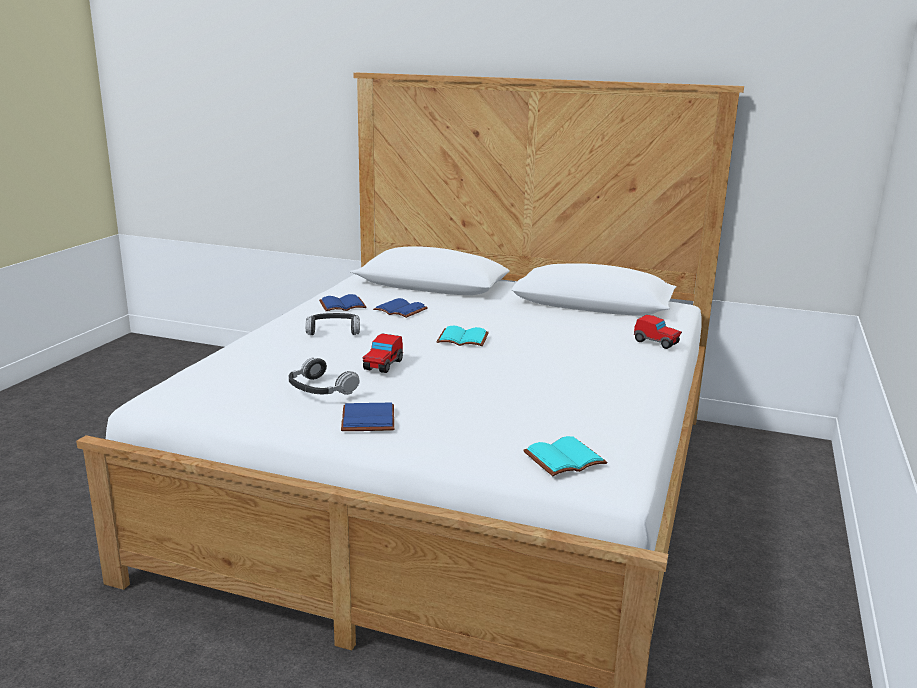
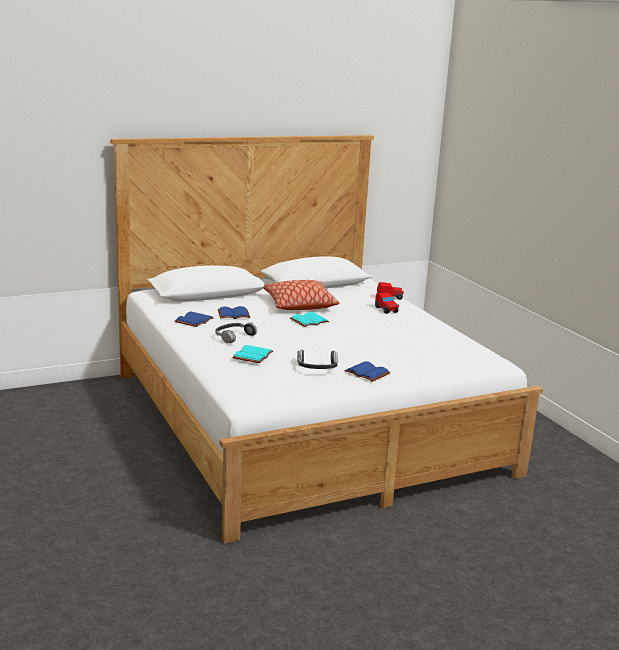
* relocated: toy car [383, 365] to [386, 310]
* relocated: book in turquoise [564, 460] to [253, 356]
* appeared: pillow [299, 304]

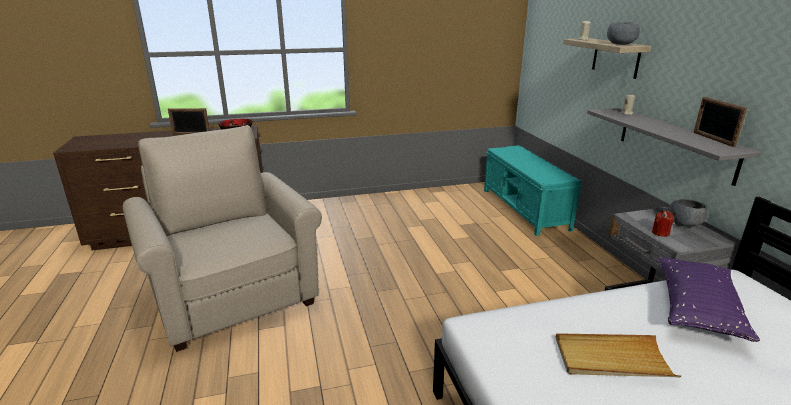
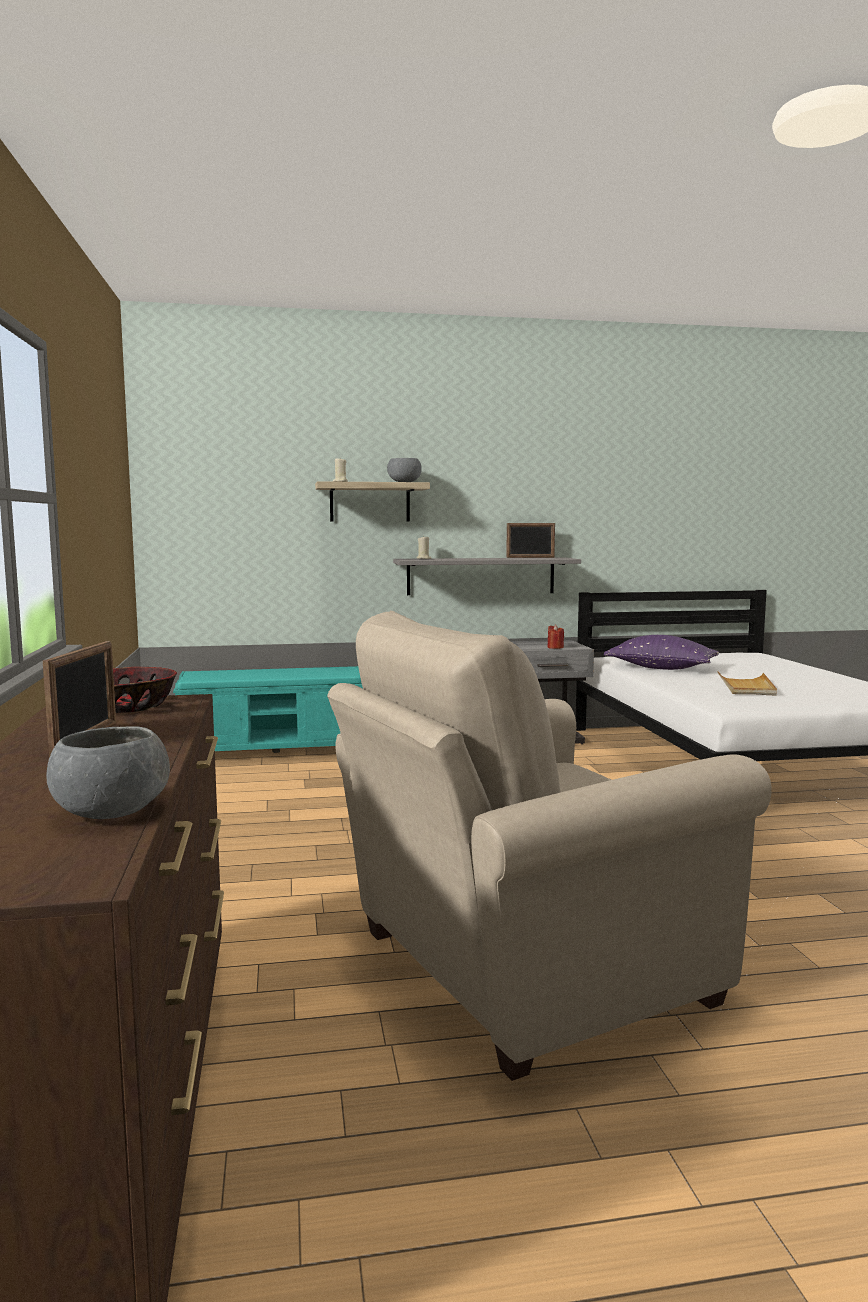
* relocated: bowl in grey [683, 224] to [111, 812]

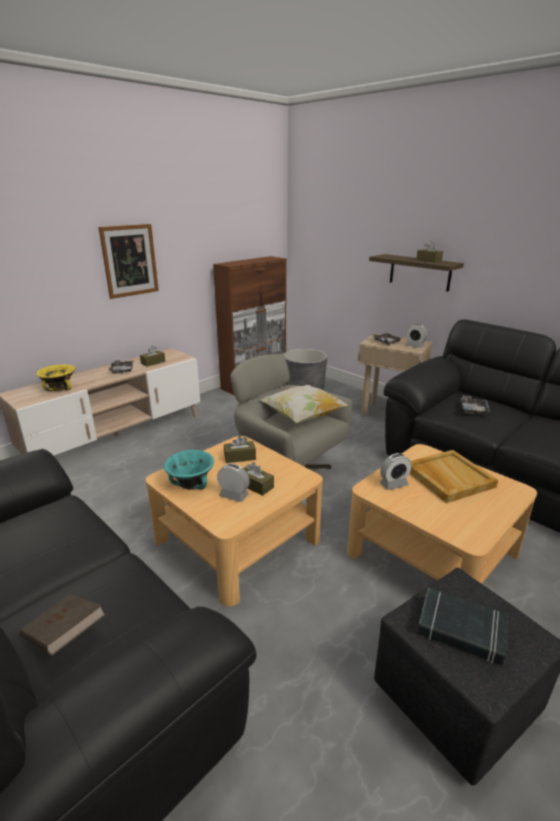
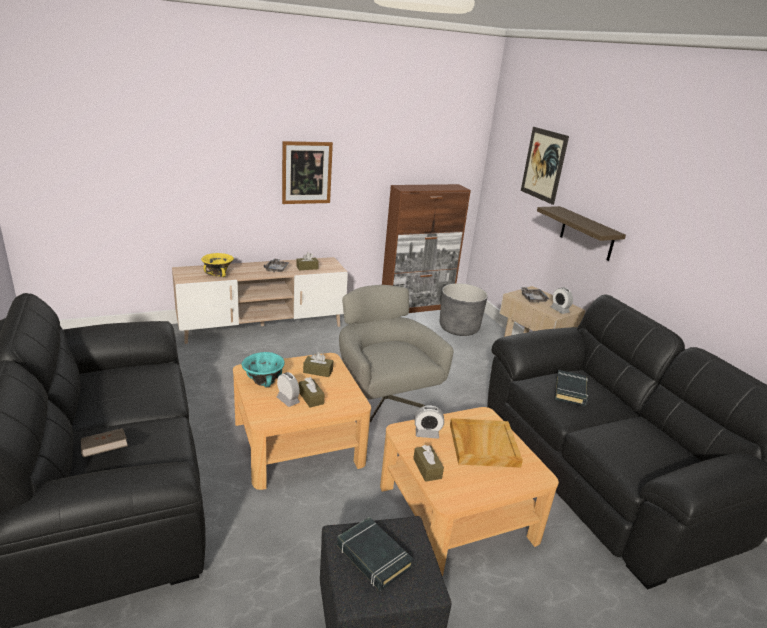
* relocated: tissue box in brown [428, 260] to [427, 468]
* missing: pillow [302, 417]
* exchanged: tray in grey [473, 410] to book in black [570, 391]
* appeared: picture [543, 165]

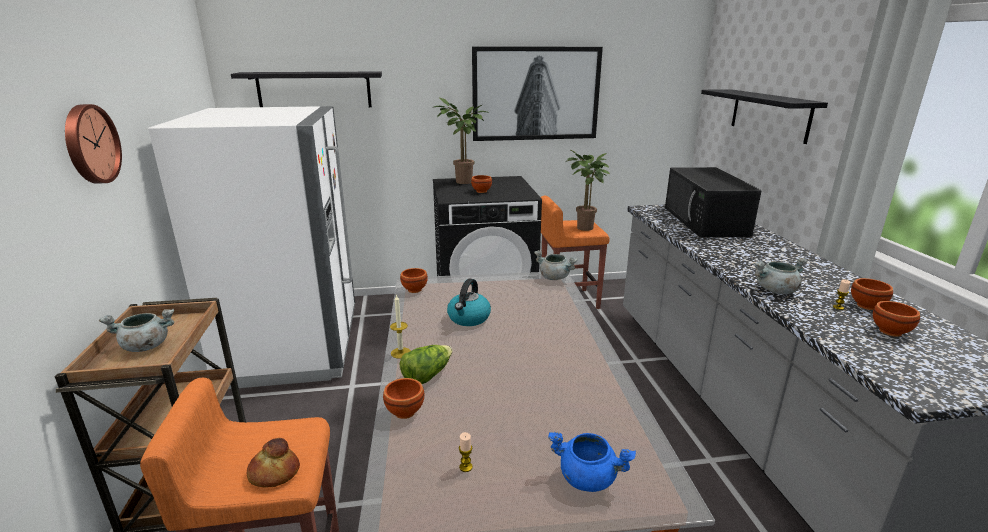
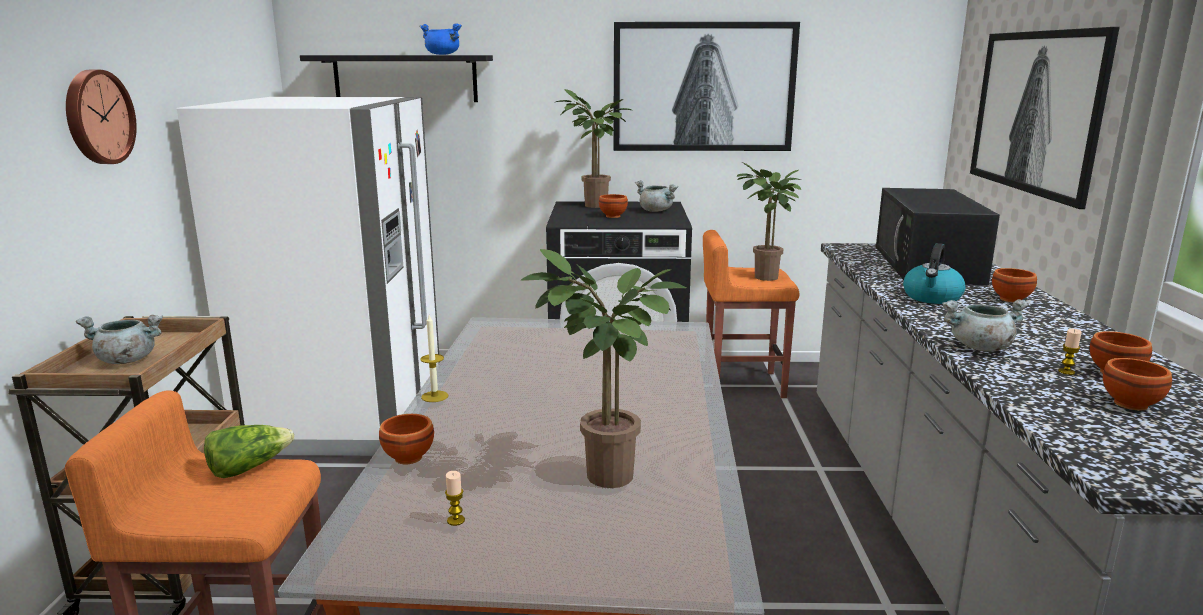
* exchanged: shelf in black [769, 114] to picture [1035, 112]
* relocated: cooking pot in grey [555, 277] to [656, 211]
* relocated: bowl in brown [415, 289] to [1011, 299]
* relocated: kettle [469, 318] to [932, 297]
* relocated: lettuce [427, 375] to [249, 468]
* relocated: cooking pot in blue [588, 478] to [443, 54]
* missing: bread [274, 473]
* appeared: potted plant [605, 479]

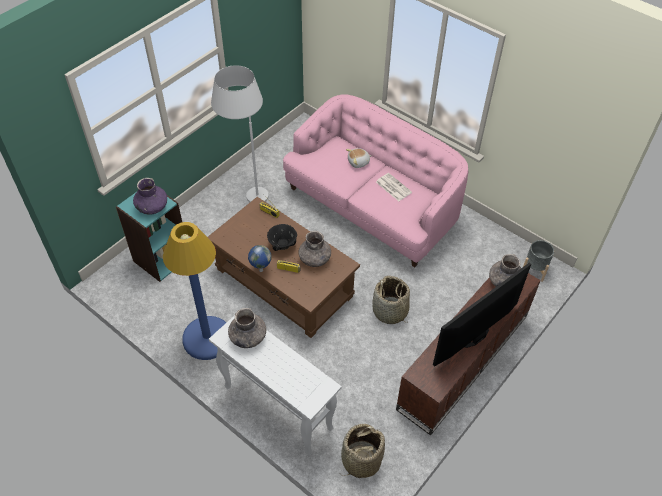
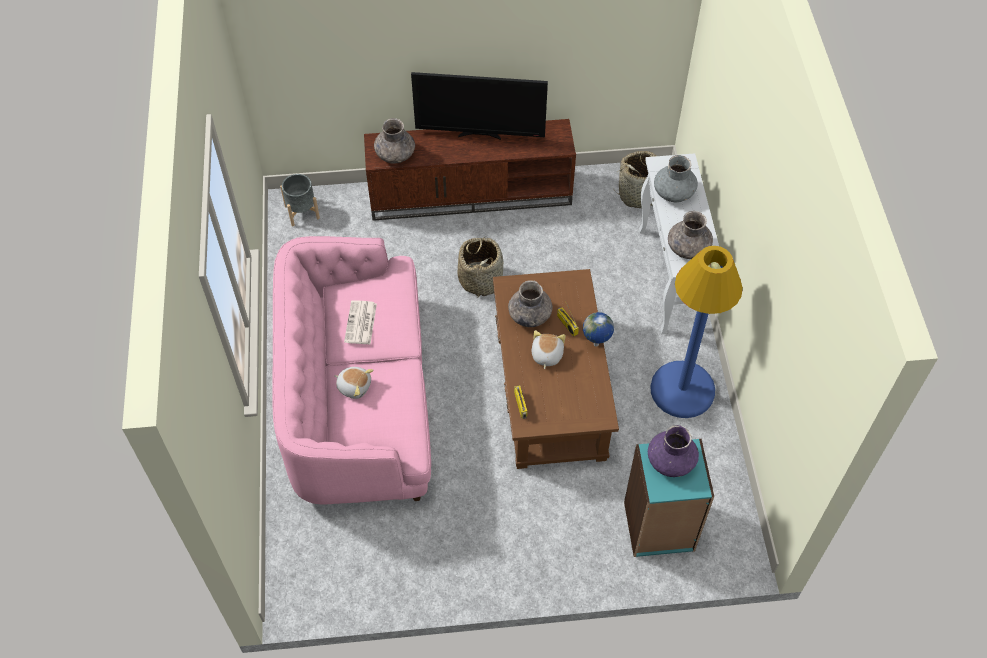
* missing: floor lamp in white [247, 191]
* exchanged: bowl in black [282, 245] to plush toy [546, 355]
* appeared: vase in grey [673, 192]

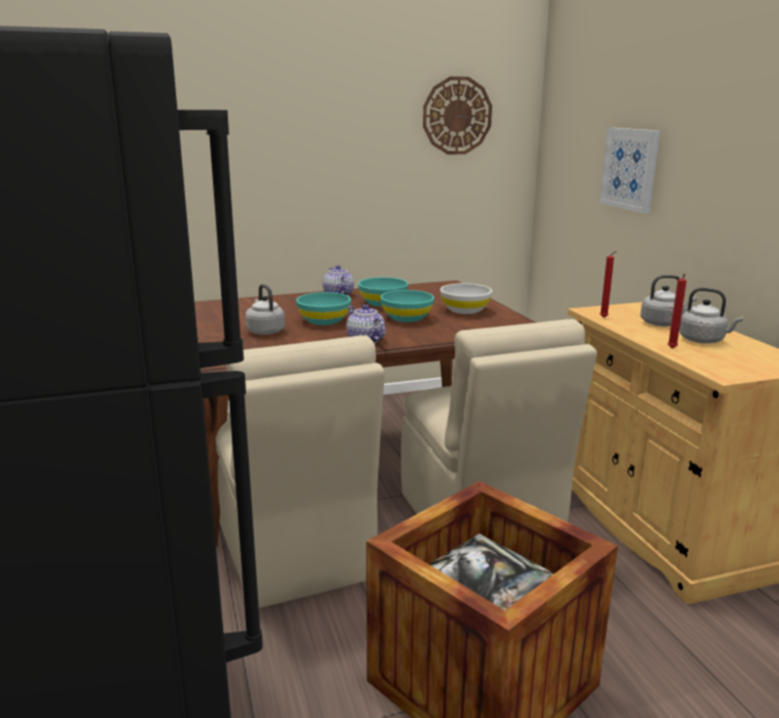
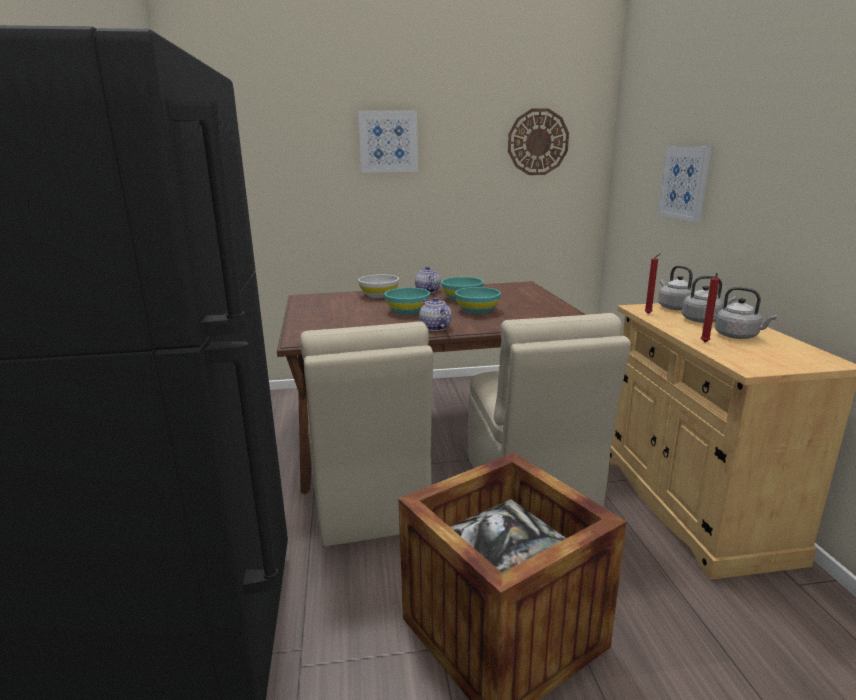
* relocated: bowl in white [465, 310] to [379, 295]
* relocated: kettle in grey [265, 331] to [674, 307]
* appeared: picture [388, 141]

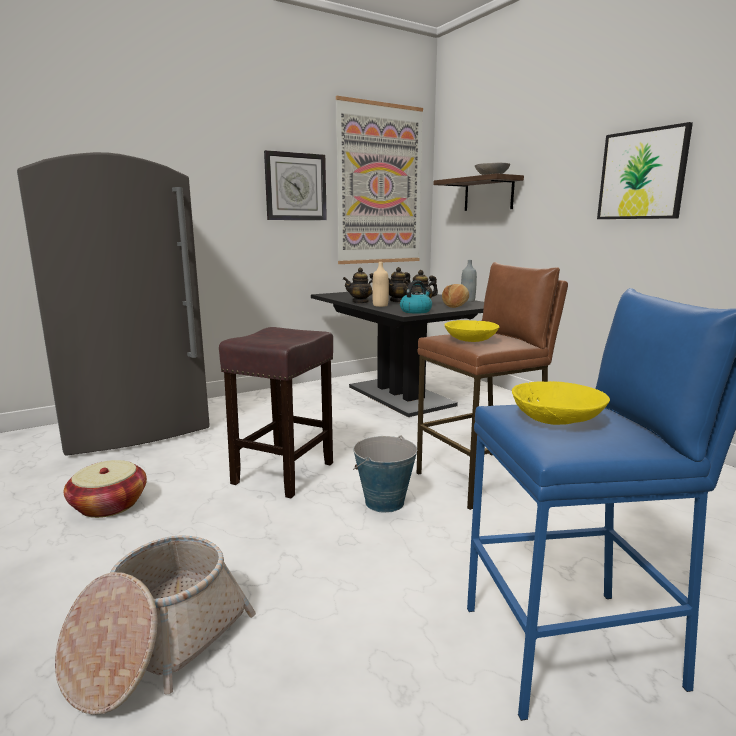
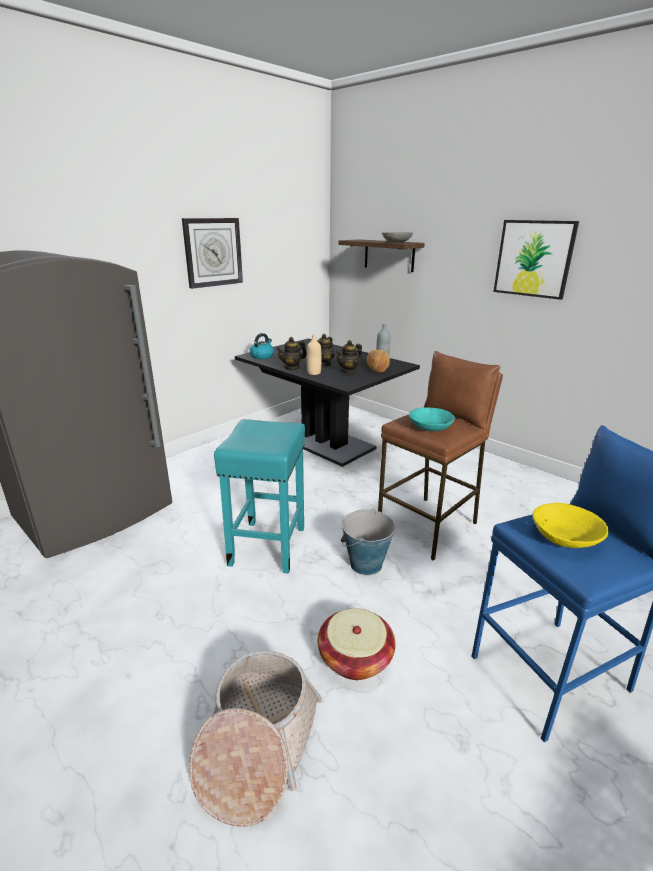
* missing: picture [380, 185]
* relocated: kettle [416, 311] to [262, 356]
* colour: bowl in yellow [470, 340] to bowl in turquoise [430, 428]
* colour: stool in brown [284, 472] to stool in turquoise [268, 545]
* relocated: basket [109, 505] to [355, 657]

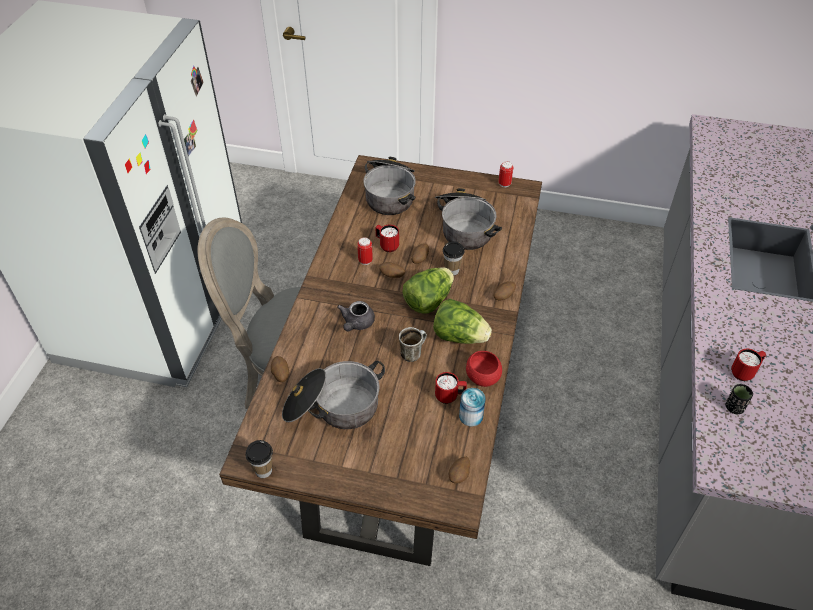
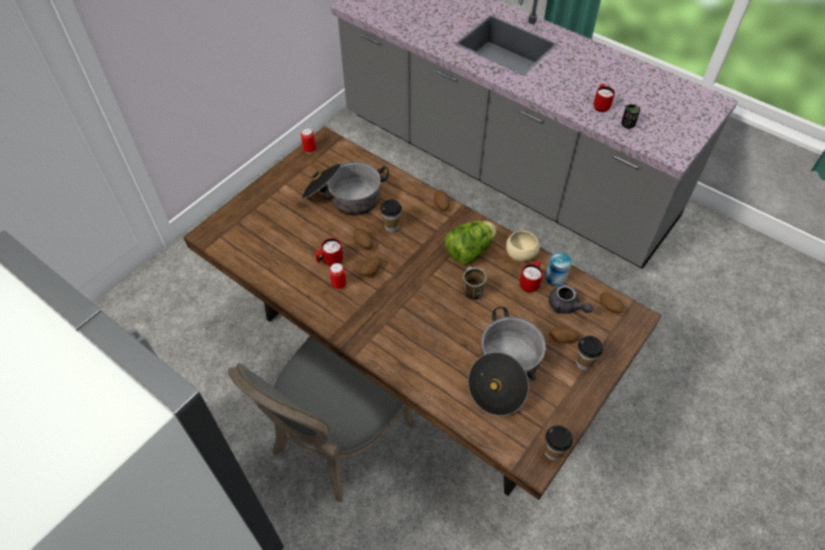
* missing: cooking pot [390, 194]
* missing: lettuce [428, 301]
* relocated: teapot in grey [356, 323] to [566, 307]
* colour: bowl in red [482, 378] to bowl in beige [520, 254]
* relocated: potato [280, 374] to [562, 339]
* appeared: cup [583, 363]

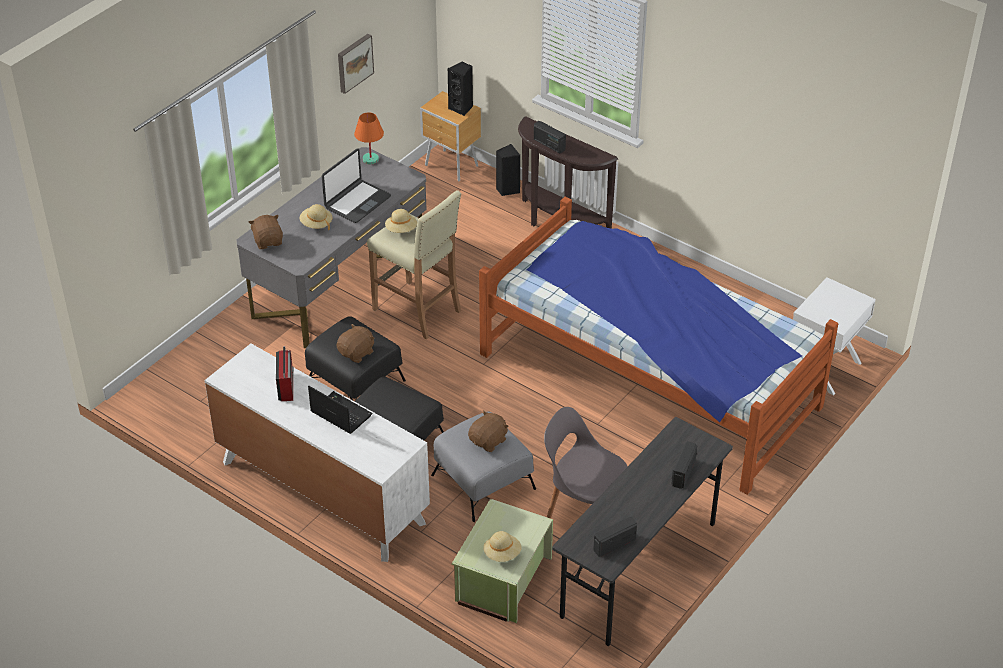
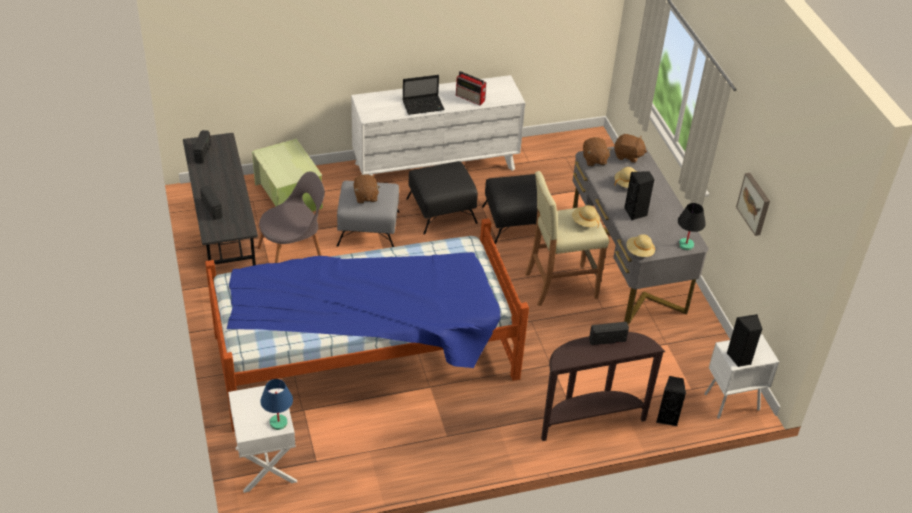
* colour: nightstand in brown [452, 166] to nightstand in white [730, 402]
* colour: table lamp in orange [370, 159] to table lamp in black [686, 244]
* exchanged: laptop [357, 202] to speaker in black [636, 213]
* relocated: plush toy in brown [357, 353] to [594, 160]
* relocated: hat in beige [502, 554] to [639, 252]
* appeared: table lamp in blue [278, 423]

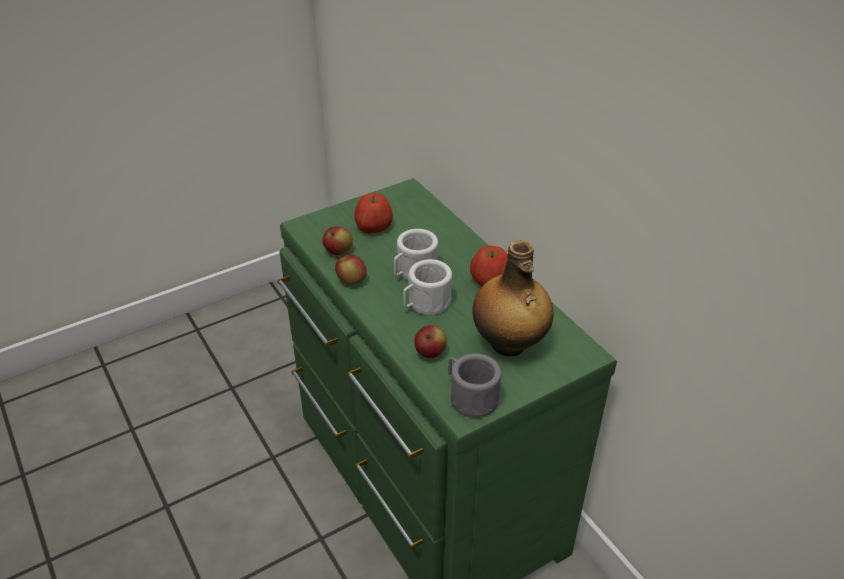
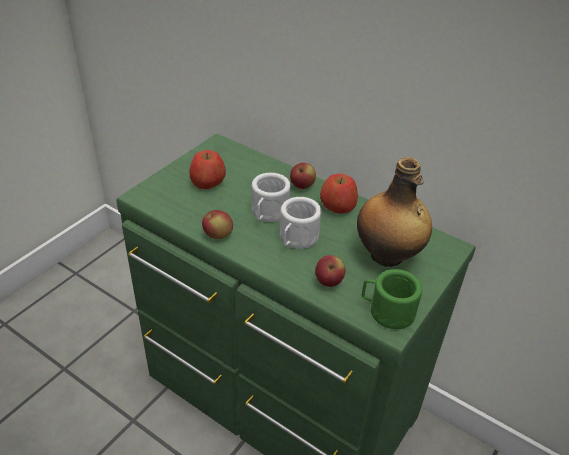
* relocated: apple [338, 252] to [302, 186]
* colour: mug in grey [470, 397] to mug in green [387, 311]

